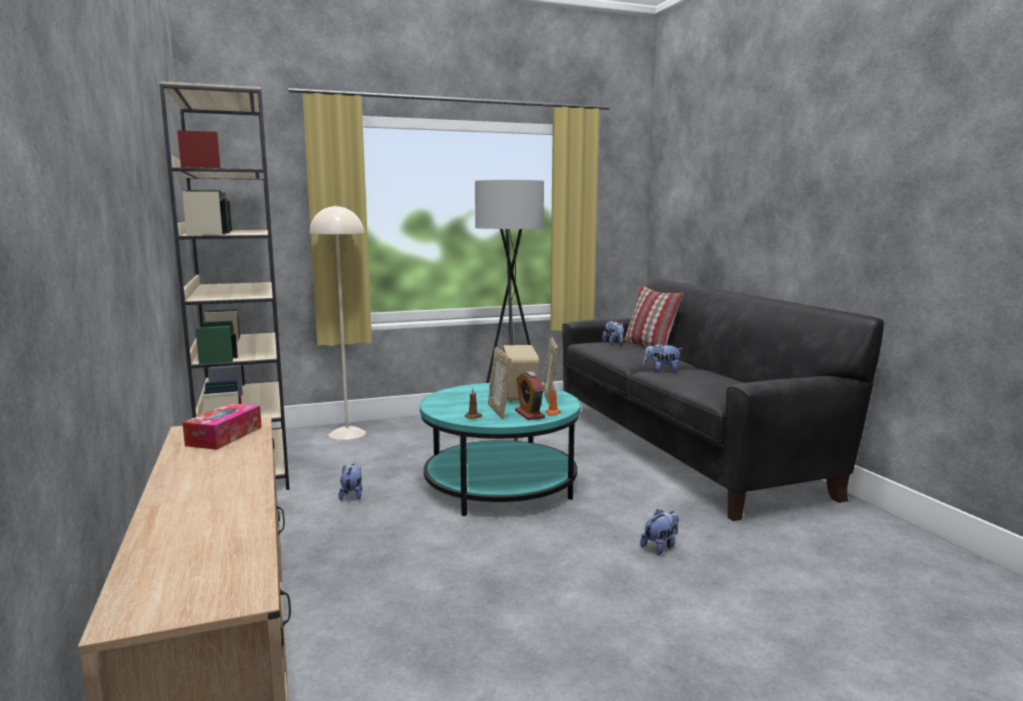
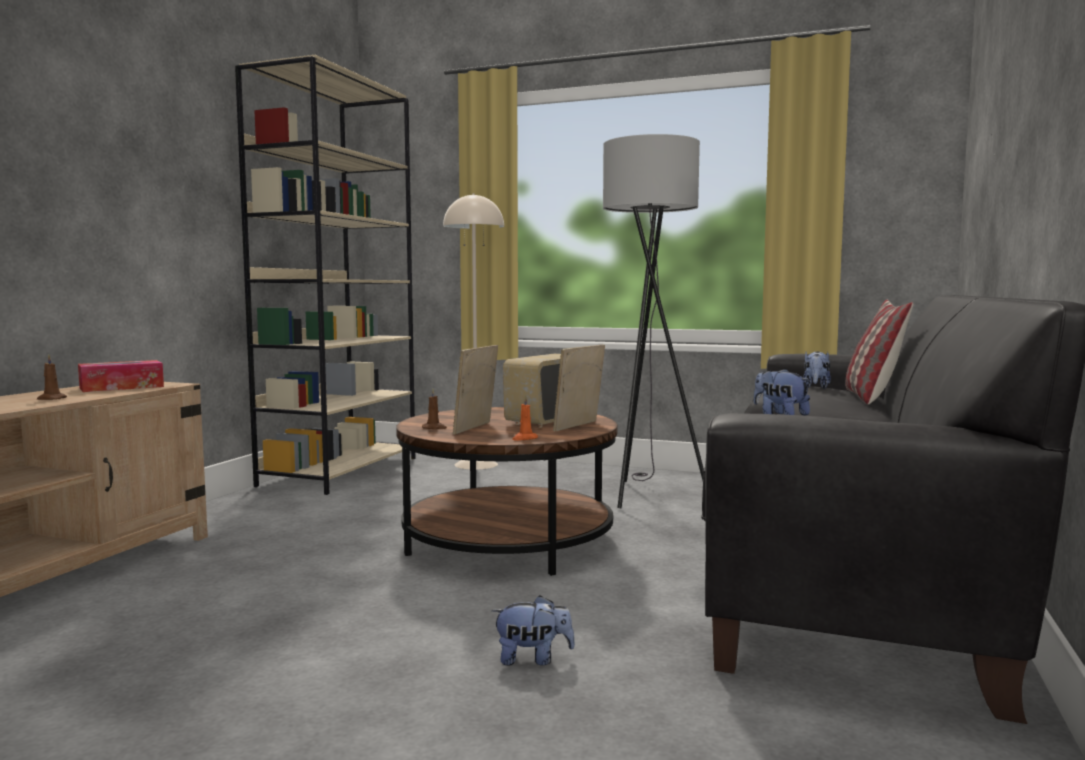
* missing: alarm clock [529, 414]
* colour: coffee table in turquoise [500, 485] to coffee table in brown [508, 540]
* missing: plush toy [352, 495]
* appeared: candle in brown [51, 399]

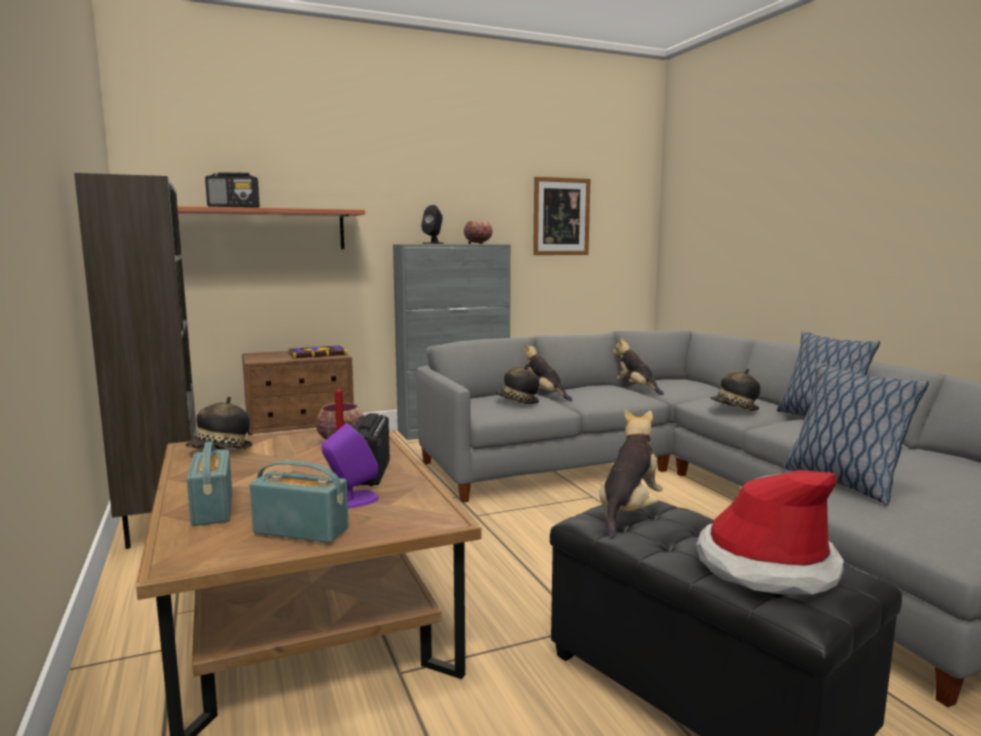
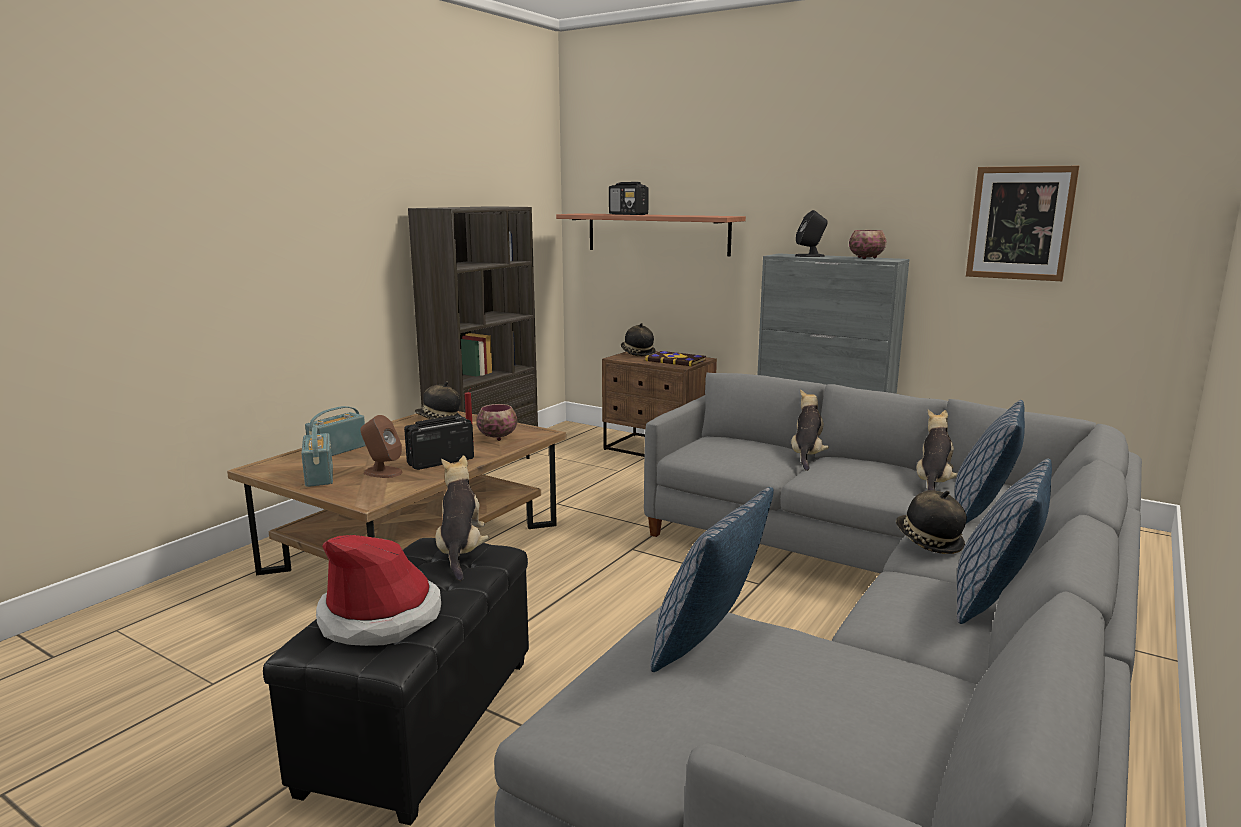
* relocated: hat [517, 402] to [637, 353]
* spun: plush toy [628, 512] = [461, 552] 90 degrees counterclockwise
* colour: speaker in purple [351, 500] to speaker in brown [382, 472]
* appeared: pillow [982, 511]

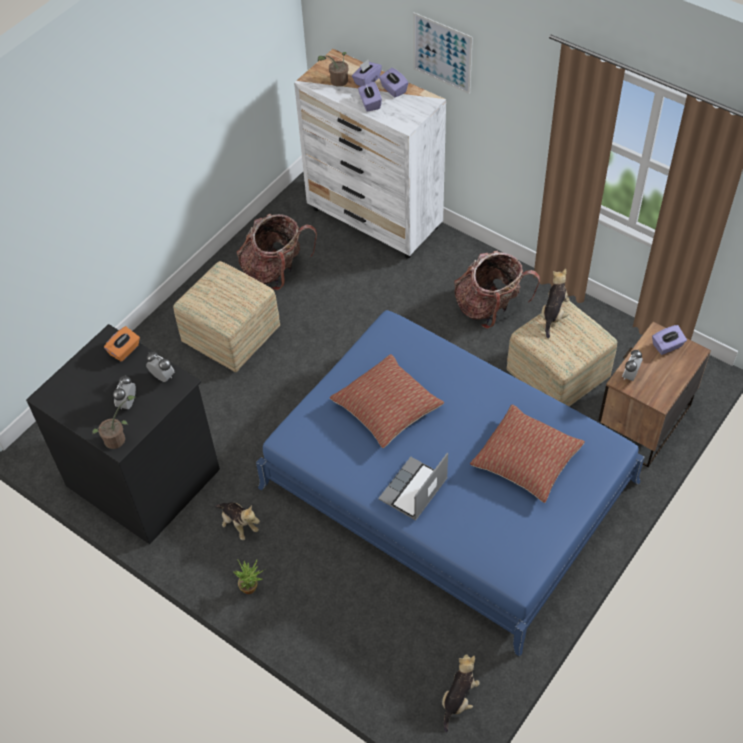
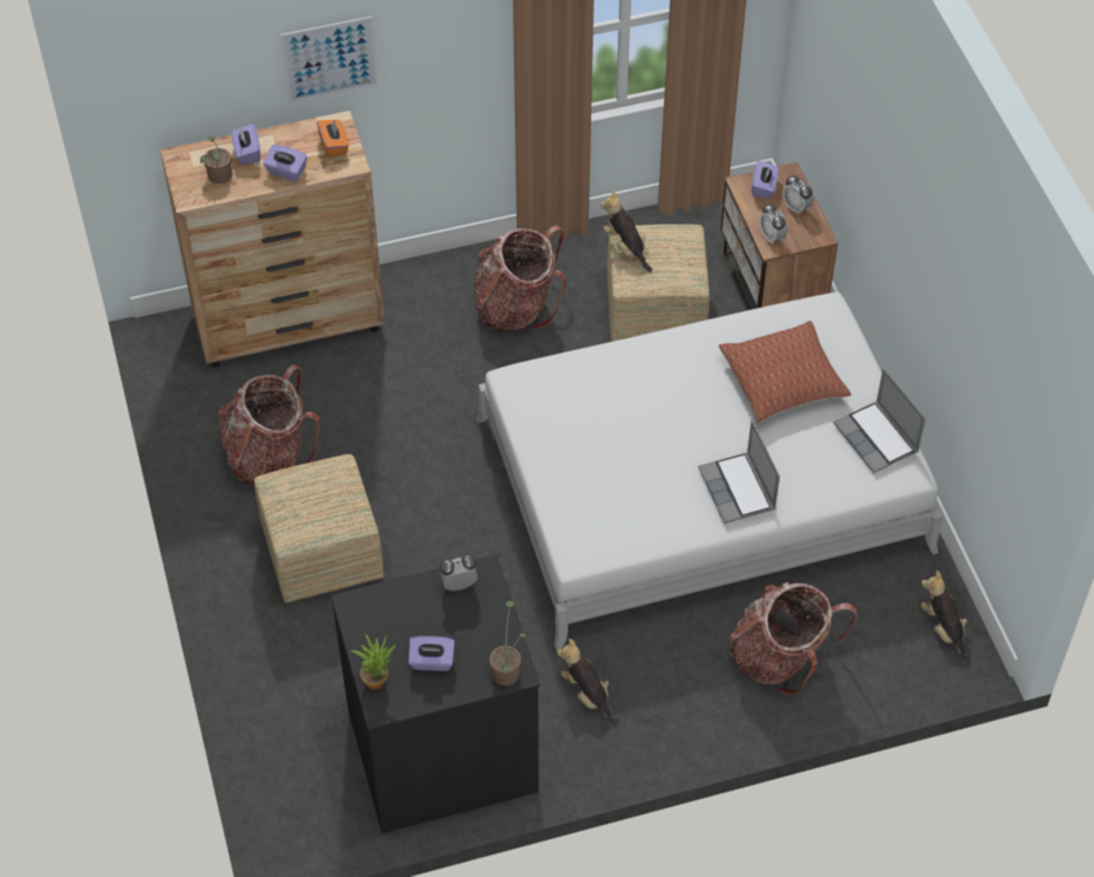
* colour: dresser in white [375, 219] to dresser in brown [290, 322]
* relocated: tissue box in purple [393, 89] to [432, 662]
* colour: bed in blue [448, 484] to bed in white [701, 484]
* relocated: tissue box in orange [125, 350] to [334, 146]
* missing: pillow [387, 408]
* relocated: alarm clock [128, 403] to [796, 207]
* spun: plush toy [238, 524] = [587, 694] 120 degrees counterclockwise
* relocated: potted plant [252, 587] to [377, 678]
* appeared: laptop [877, 439]
* appeared: backpack [781, 658]

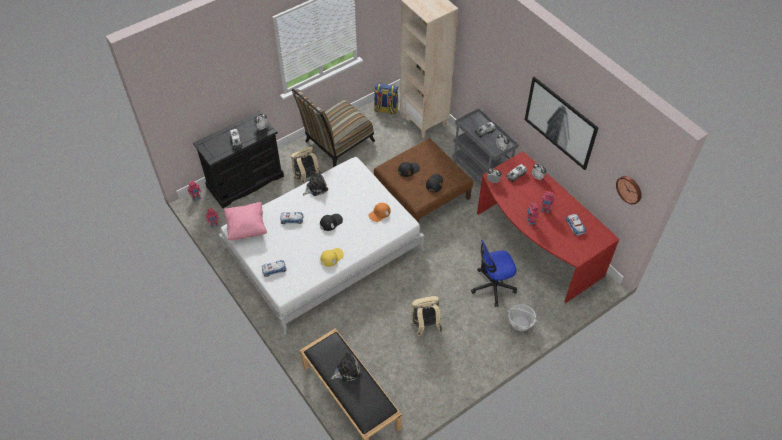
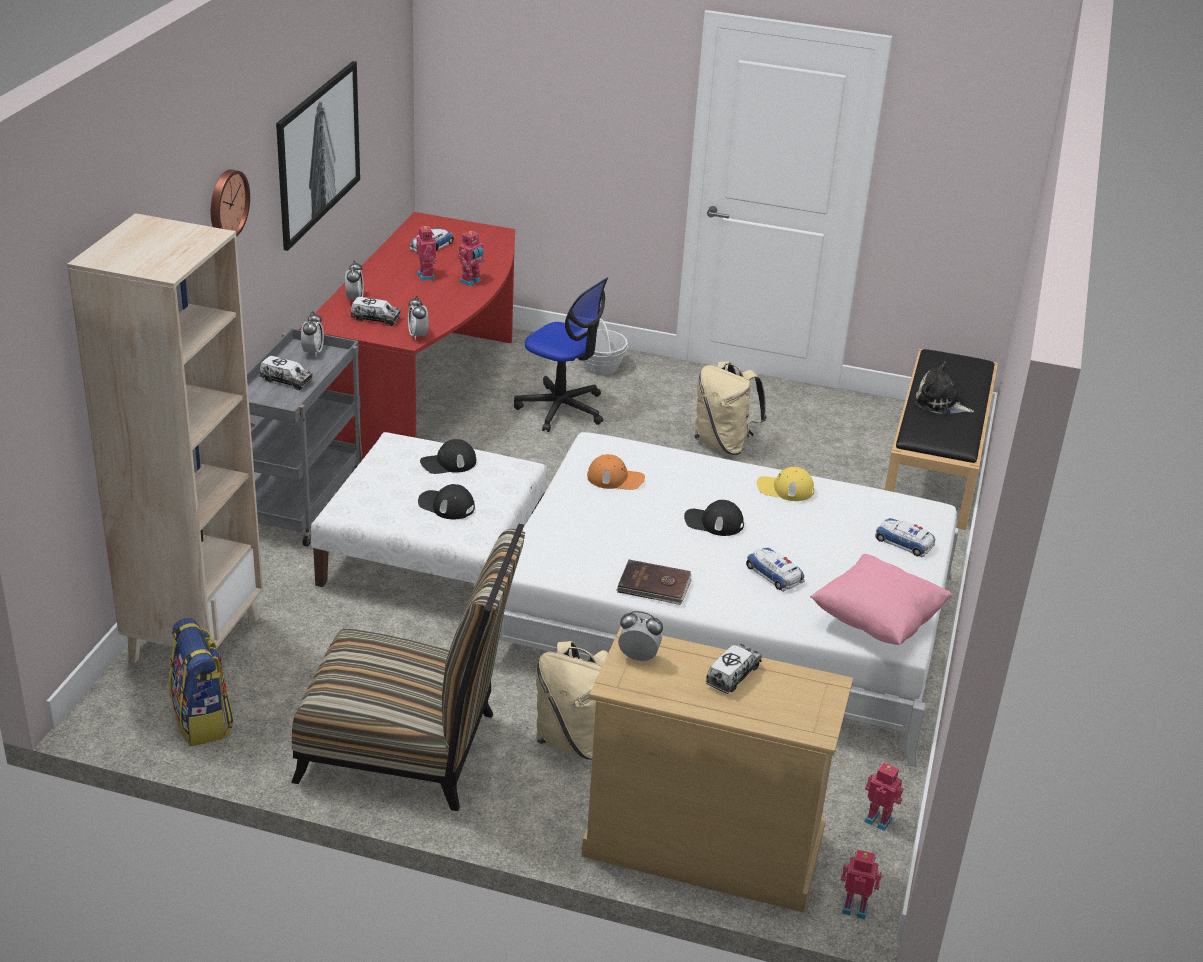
* colour: dresser in black [245, 181] to dresser in beige [703, 845]
* colour: ottoman in brown [421, 193] to ottoman in white [433, 556]
* exchanged: plush toy [315, 188] to book in brown [654, 586]
* relocated: wall clock [629, 189] to [226, 203]

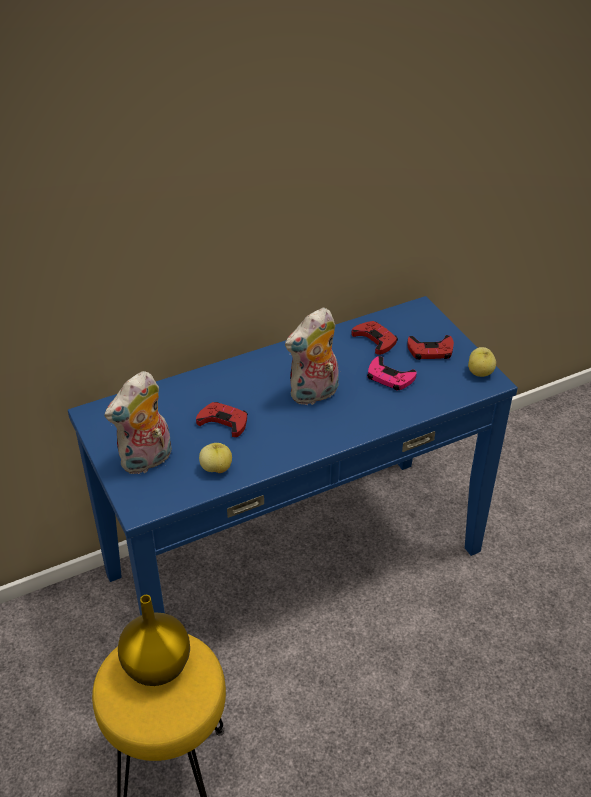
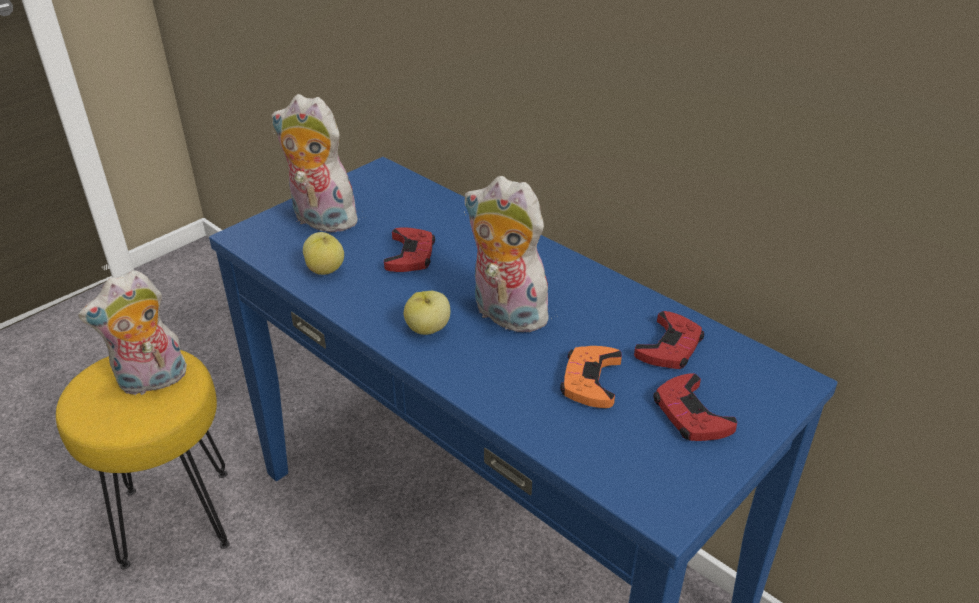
* relocated: apple [480, 372] to [427, 329]
* colour: game controller in pink [389, 377] to game controller in orange [590, 380]
* exchanged: vase in yellow [156, 666] to plush toy [152, 382]

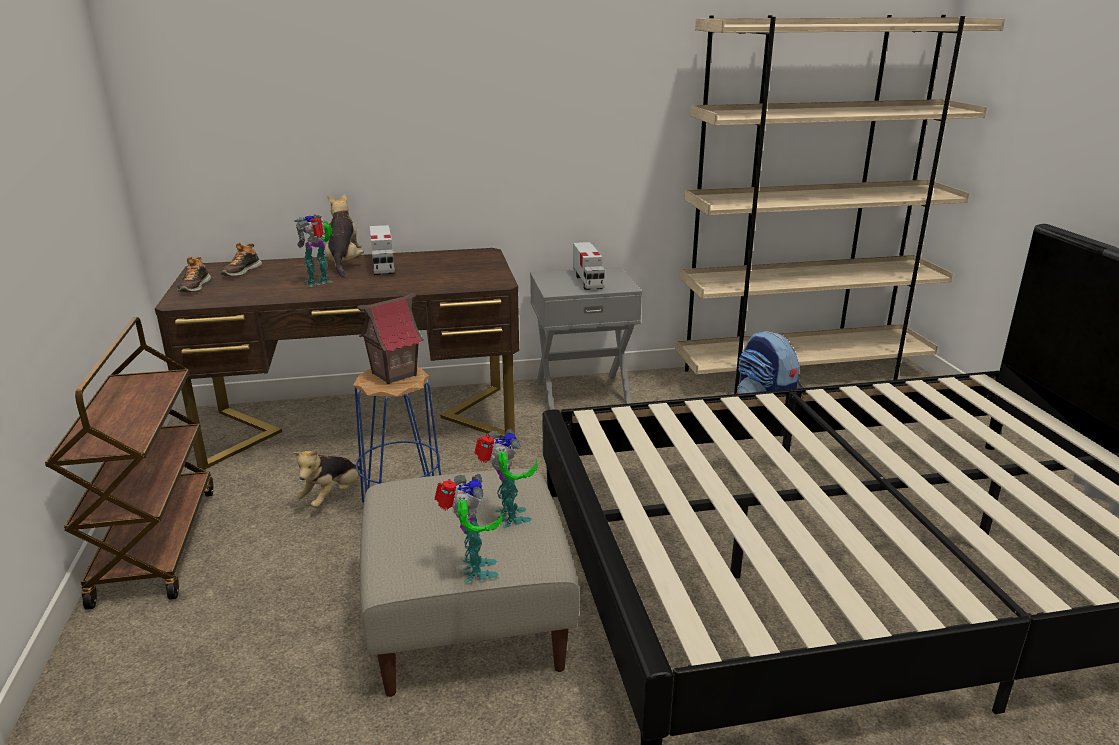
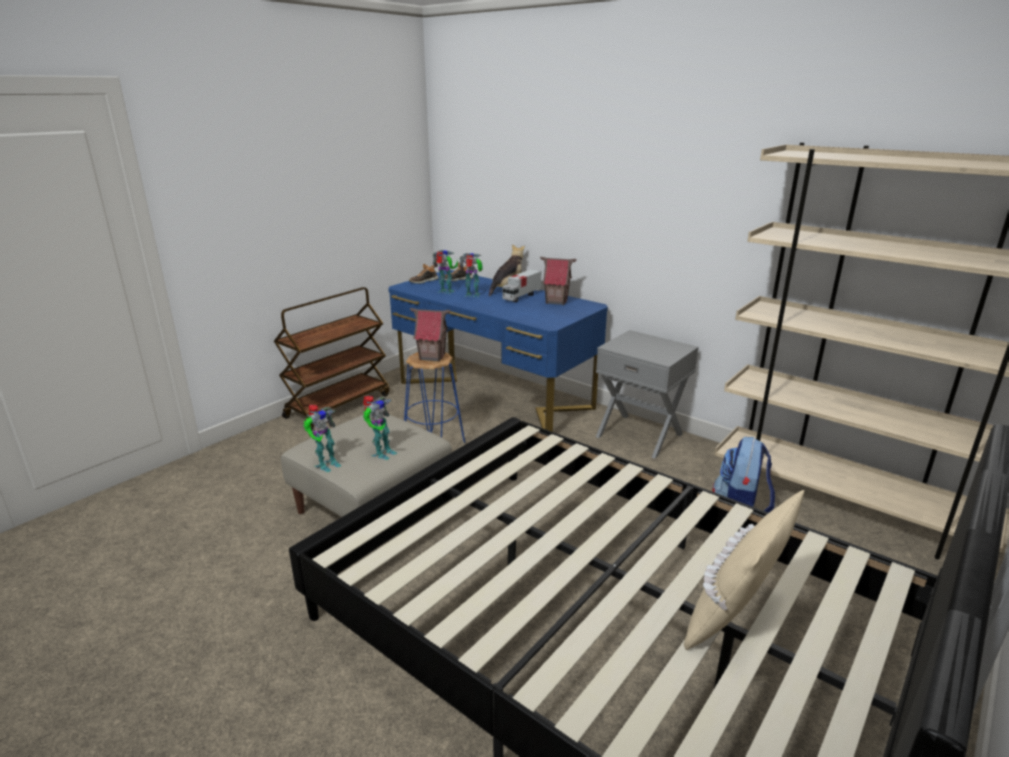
* missing: toy truck [588, 281]
* colour: desk in brown [362, 425] to desk in blue [494, 395]
* missing: plush toy [333, 497]
* appeared: toy robot [446, 292]
* appeared: toy house [556, 301]
* appeared: pillow in beige [734, 618]

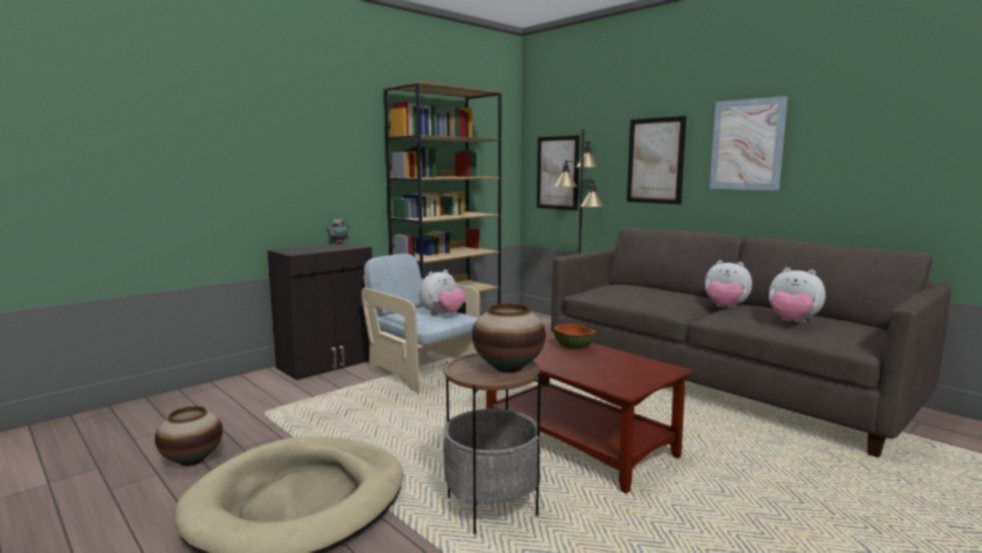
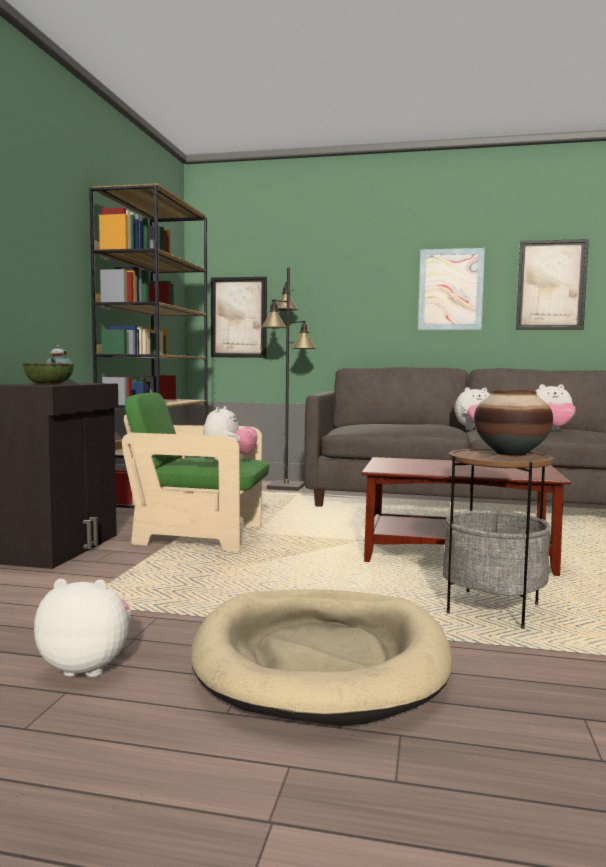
* relocated: picture [655, 160] to [551, 285]
* colour: armchair in beige [421, 372] to armchair in green [200, 536]
* relocated: bowl [574, 347] to [49, 384]
* exchanged: vase [192, 460] to plush toy [88, 667]

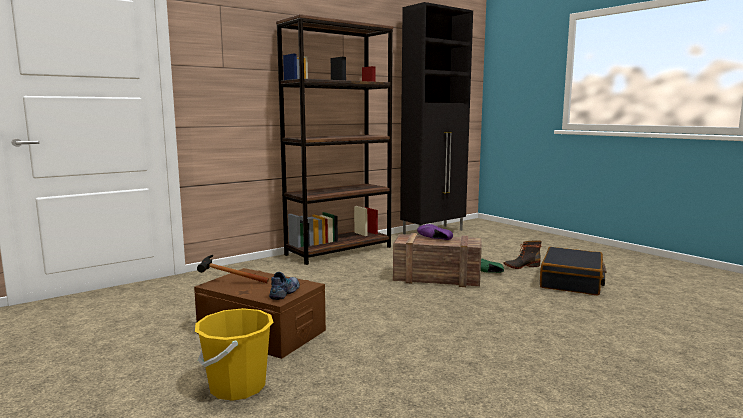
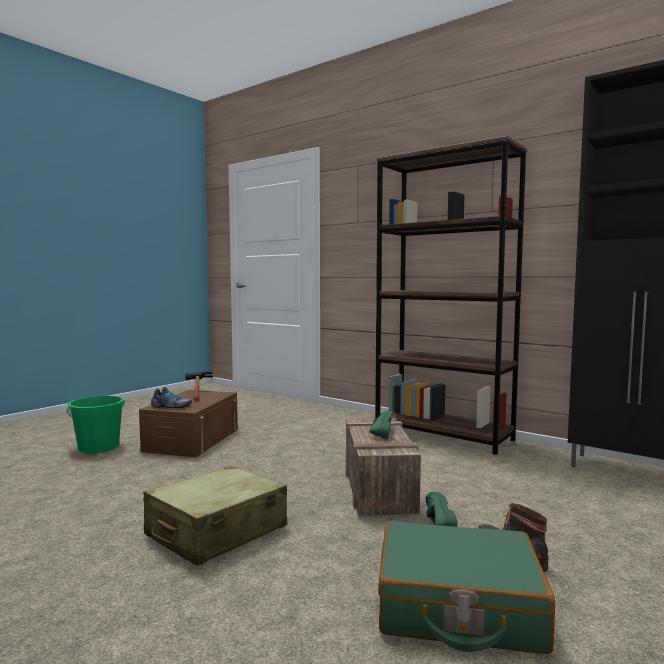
* colour: shoe in purple [434, 239] to shoe in green [380, 432]
* colour: suitcase in black [572, 282] to suitcase in green [458, 607]
* colour: bucket in yellow [237, 387] to bucket in green [98, 448]
* appeared: suitcase in beige [216, 532]

